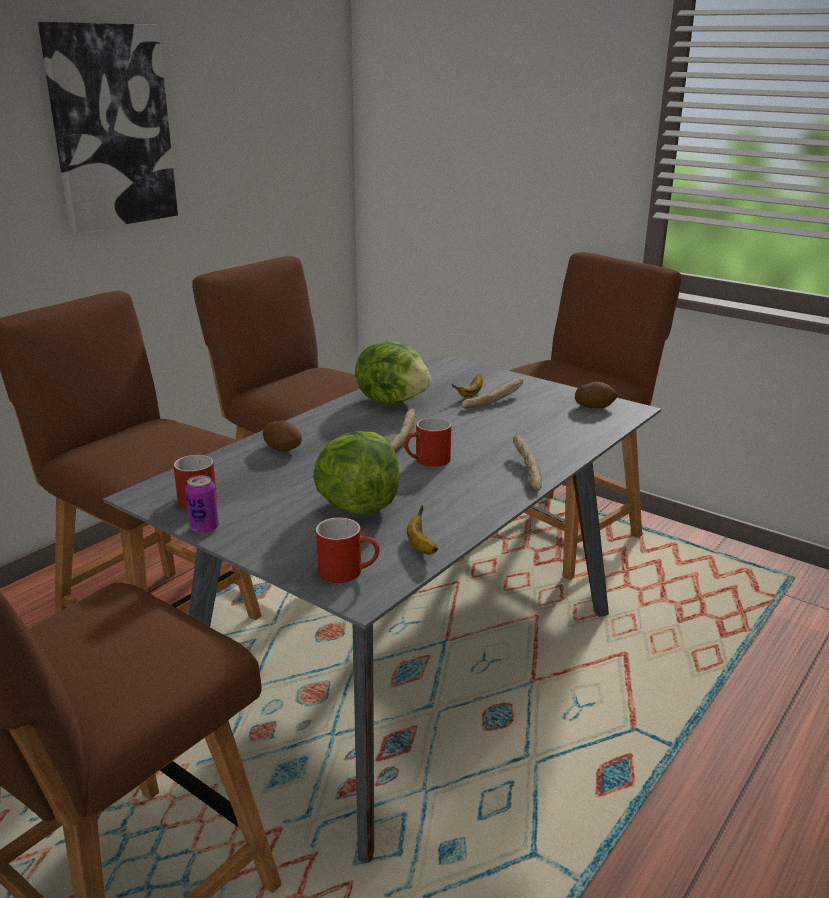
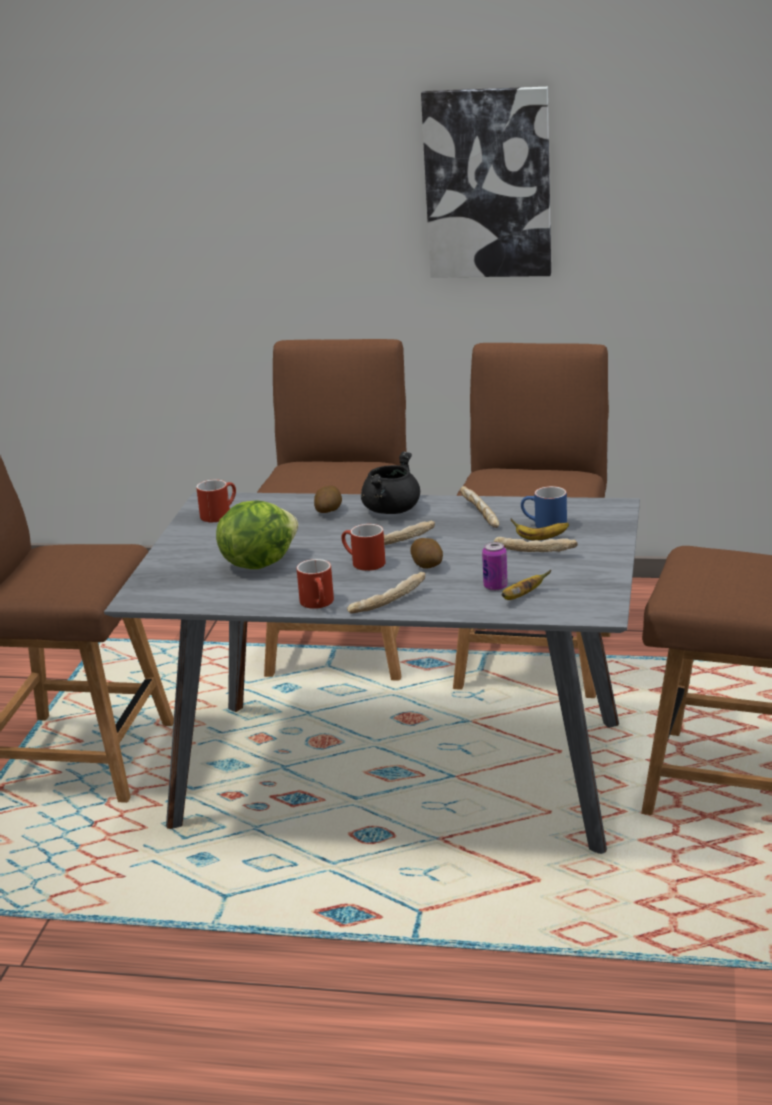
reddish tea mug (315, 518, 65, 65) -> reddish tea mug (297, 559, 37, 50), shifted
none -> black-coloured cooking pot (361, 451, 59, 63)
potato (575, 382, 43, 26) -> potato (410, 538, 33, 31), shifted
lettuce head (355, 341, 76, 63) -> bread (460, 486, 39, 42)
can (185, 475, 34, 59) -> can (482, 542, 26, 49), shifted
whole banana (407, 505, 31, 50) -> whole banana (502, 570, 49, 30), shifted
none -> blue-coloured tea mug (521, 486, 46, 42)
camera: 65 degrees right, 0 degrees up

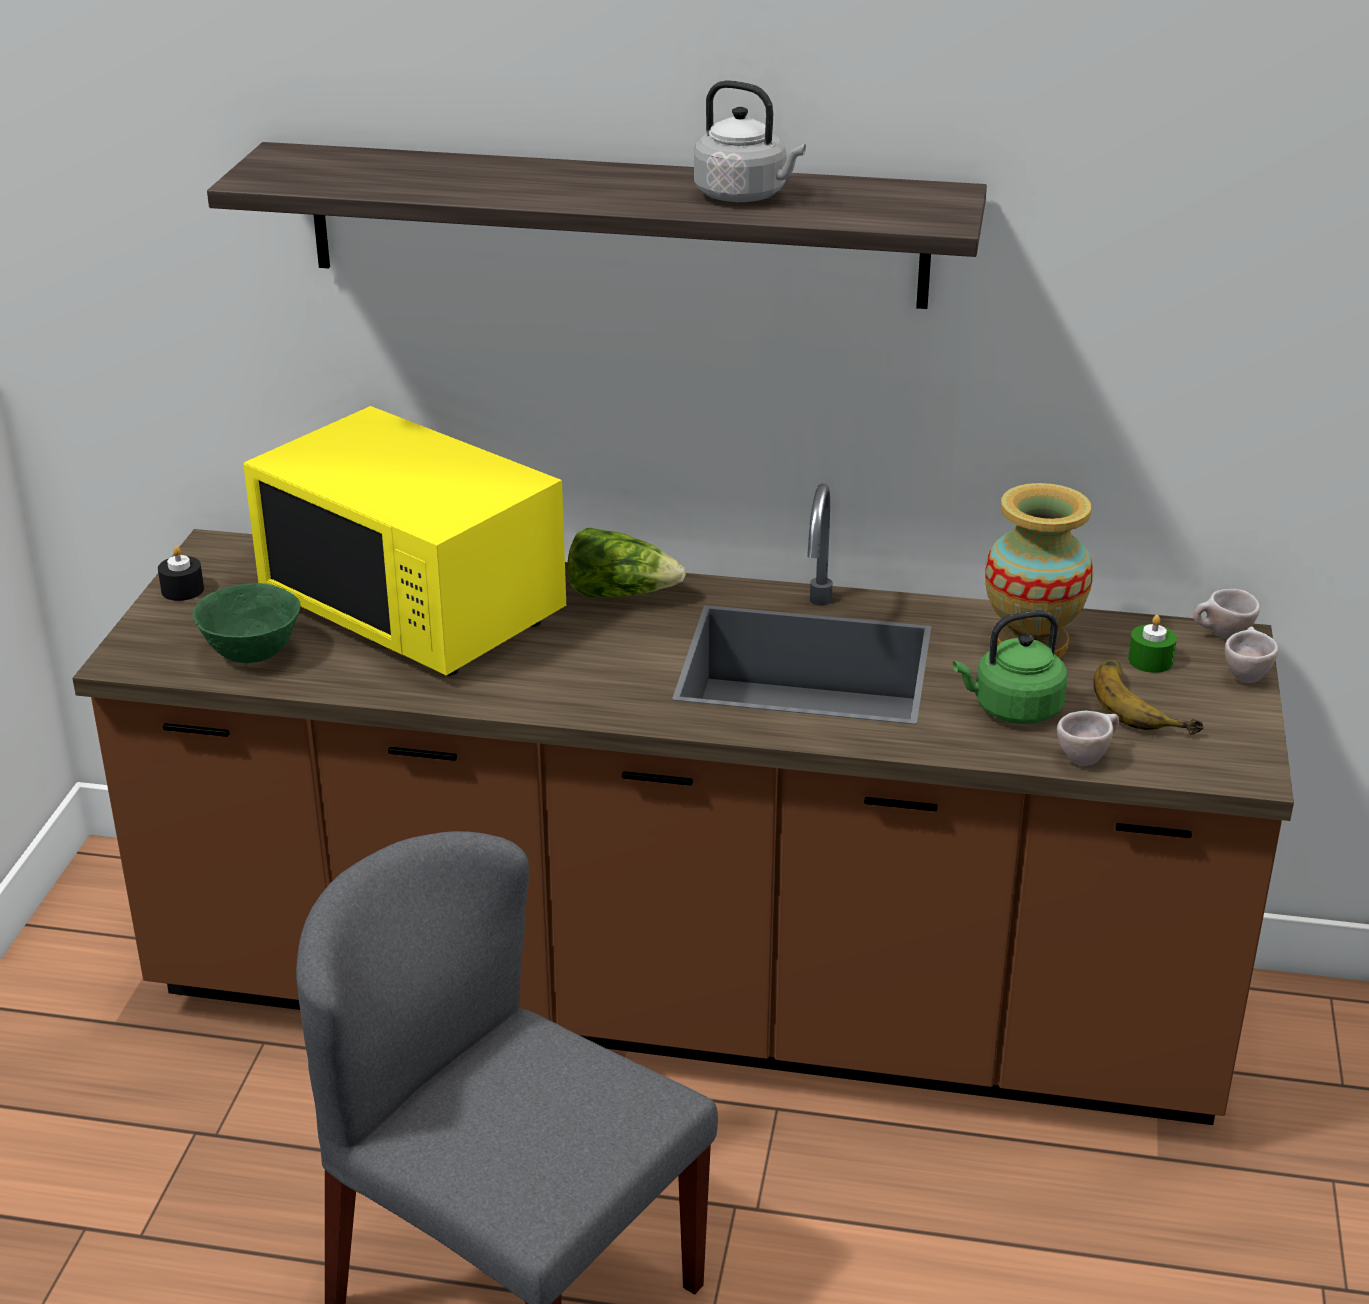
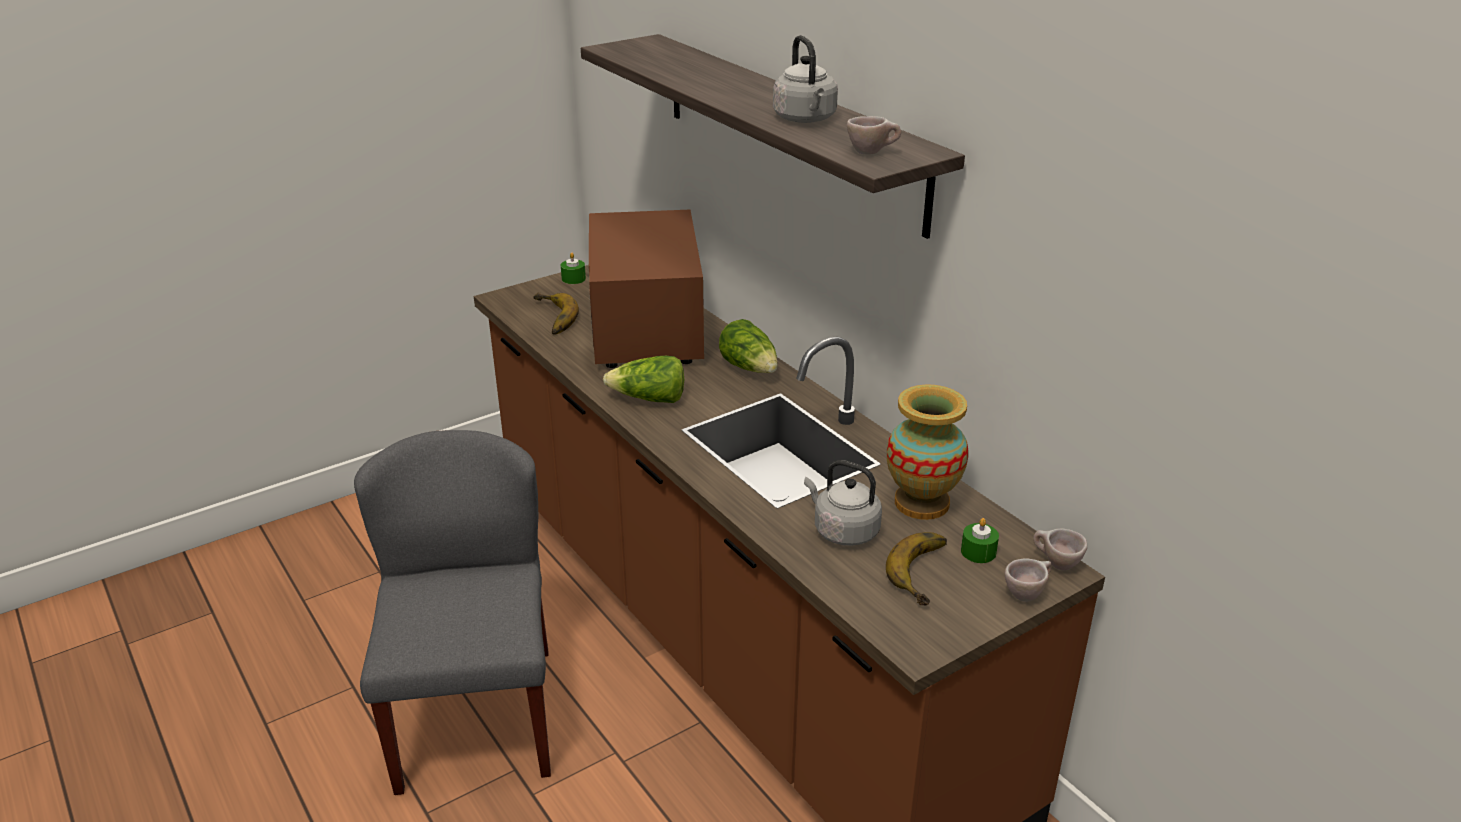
green-coloured bowl (192, 583, 109, 80) -> whole banana (533, 292, 46, 43)
black-coloured candle (158, 546, 46, 55) -> green-coloured candle (561, 252, 25, 32)
yellow-coloured microwave oven (243, 406, 323, 270) -> brown-coloured microwave oven (589, 210, 115, 158)
none -> lettuce head (603, 356, 81, 47)
green-coloured water kettle (953, 610, 115, 114) -> greyish water kettle (804, 460, 78, 86)
beige-coloured cup (1057, 711, 62, 55) -> beige-coloured cup (847, 116, 54, 39), shifted
camera: 45 degrees right, 0 degrees up

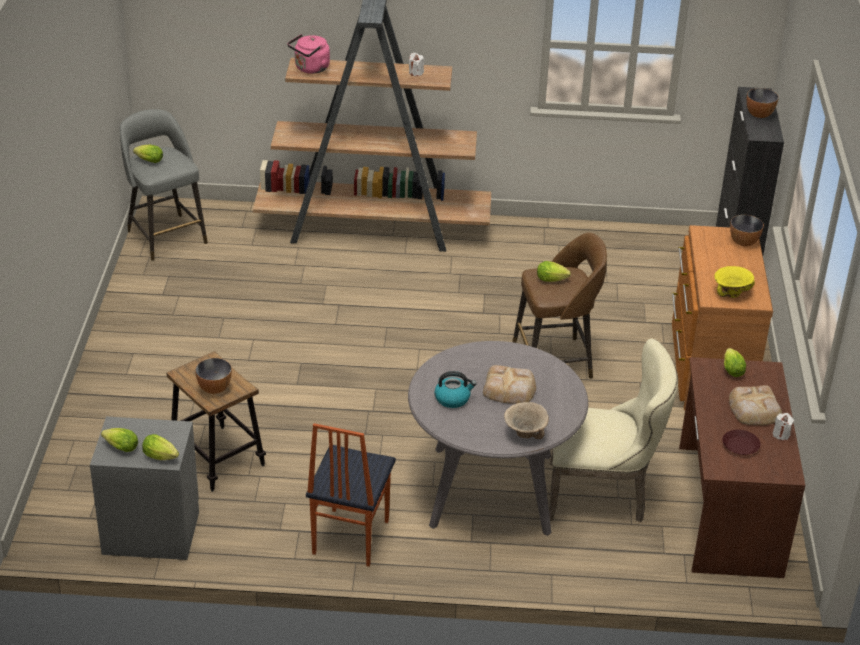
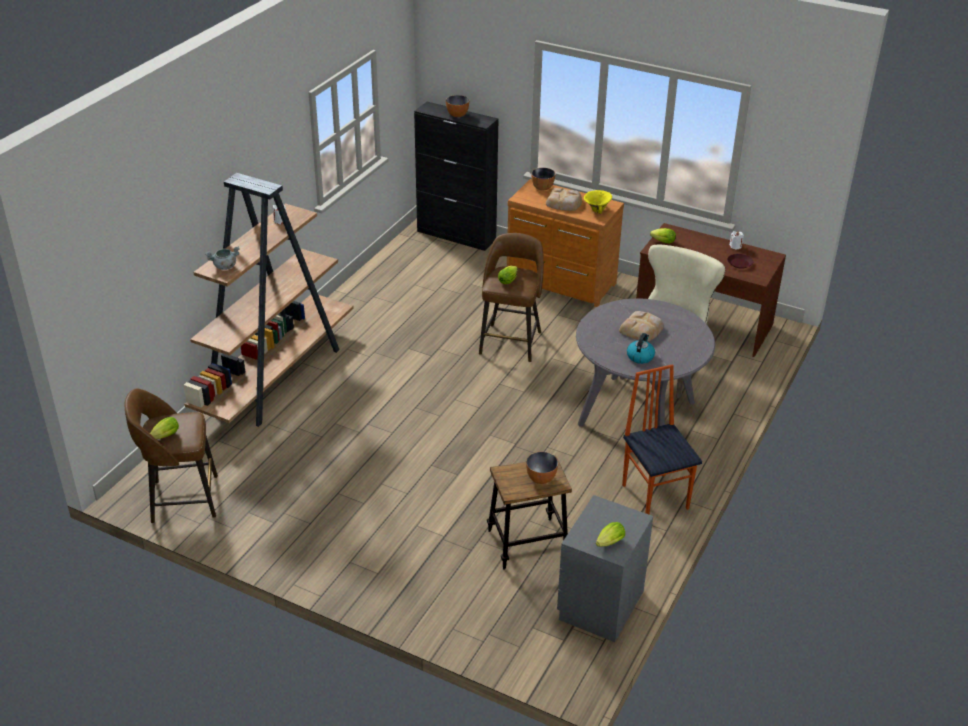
greyish stool (120, 109, 88, 152) -> brown-coloured stool (124, 389, 94, 134)
pink water kettle (288, 34, 42, 40) -> greyish cooking pot (205, 246, 35, 24)
bread (729, 385, 53, 40) -> bread (546, 188, 36, 23), shifted
chair (306, 423, 90, 144) -> chair (622, 364, 80, 150), 150 degrees counterclockwise
lettuce head (142, 434, 37, 26) -> none
beige-coloured bowl (504, 402, 45, 37) -> none
camera: 65 degrees left, 0 degrees up

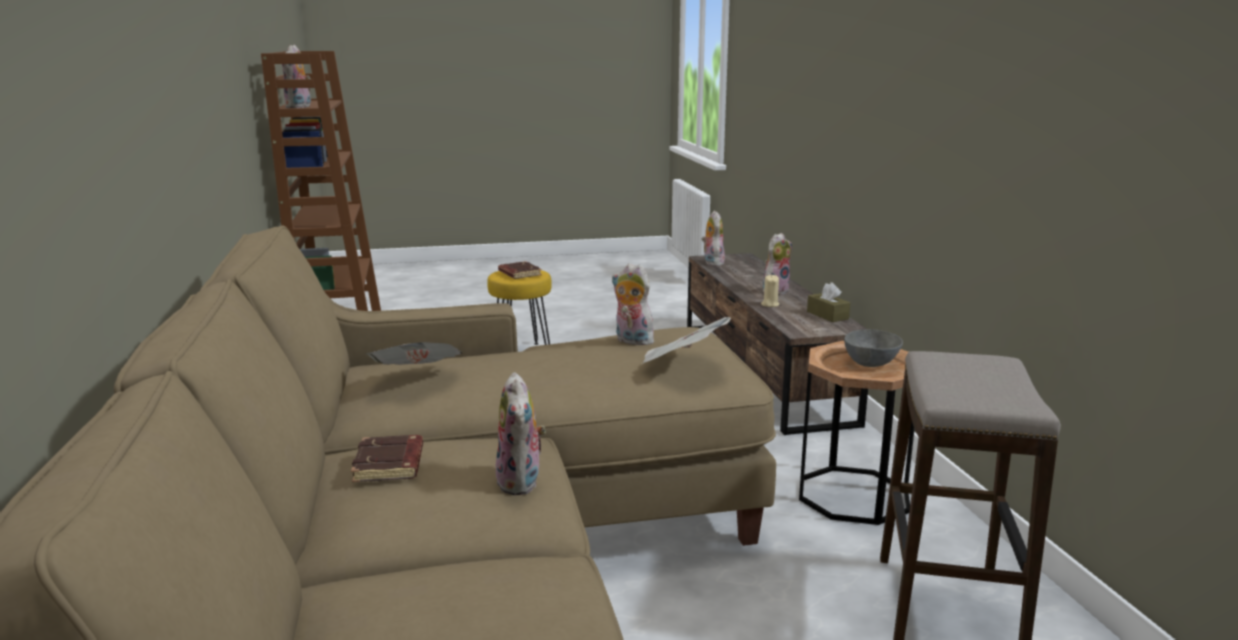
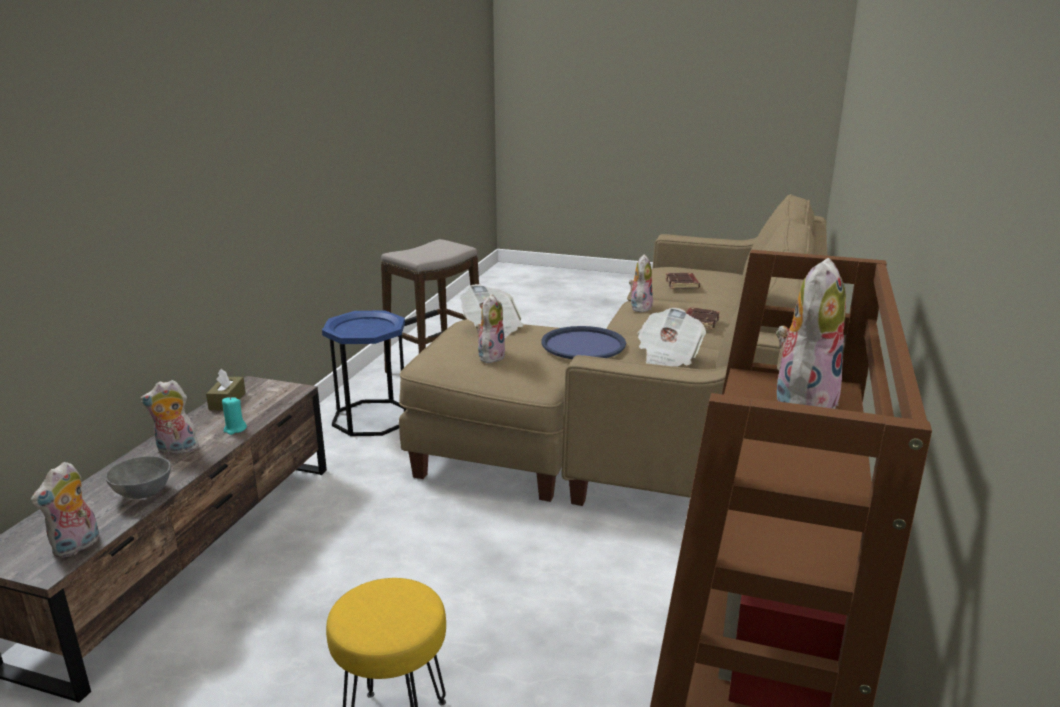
greyish bowl (844, 329, 59, 38) -> greyish bowl (105, 456, 66, 43), shifted
beige-coloured candle (761, 275, 18, 32) -> blue-green candle (222, 397, 25, 38)
brown-coloured side table (799, 341, 116, 184) -> blue-coloured side table (322, 311, 85, 125)
cuddly toy (612, 263, 42, 82) -> cuddly toy (476, 294, 30, 69), 135 degrees counterclockwise
none -> blue-coloured serving tray (541, 326, 85, 33)
brown-coloured volume (498, 261, 44, 18) -> brown-coloured volume (666, 273, 34, 16), shifted
camera: 150 degrees left, 5 degrees up

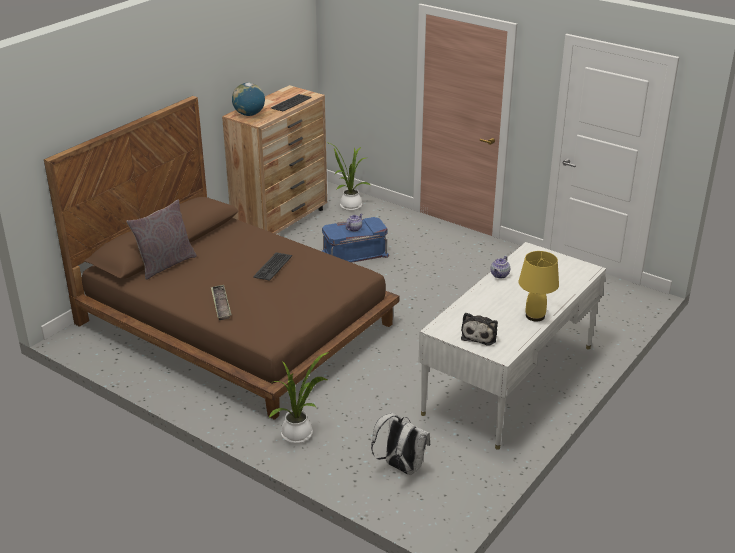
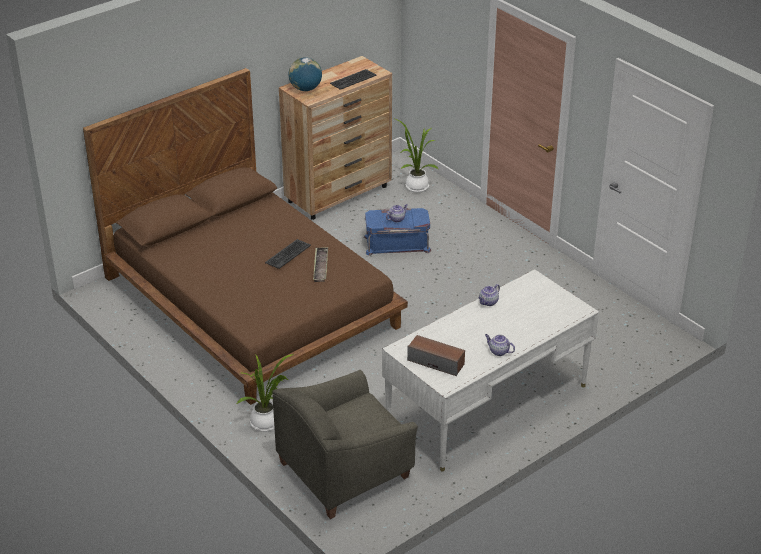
white knapsack (371, 412, 59, 63) -> greyish lounge chair (272, 370, 146, 149)
serving tray (211, 285, 21, 35) -> serving tray (313, 247, 15, 35), shifted
cuddly toy (461, 312, 37, 34) -> loudspeaker (407, 335, 58, 41)
yellow-coloured tabletop lamp (519, 251, 40, 70) -> pot for tea (485, 334, 30, 22)
greyish throw pillow (126, 199, 71, 81) -> none
camera: 15 degrees right, 5 degrees up

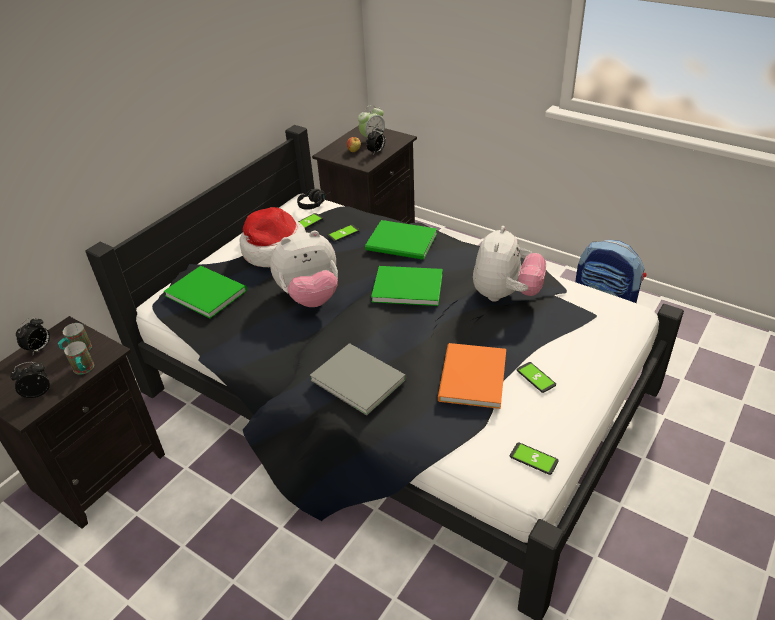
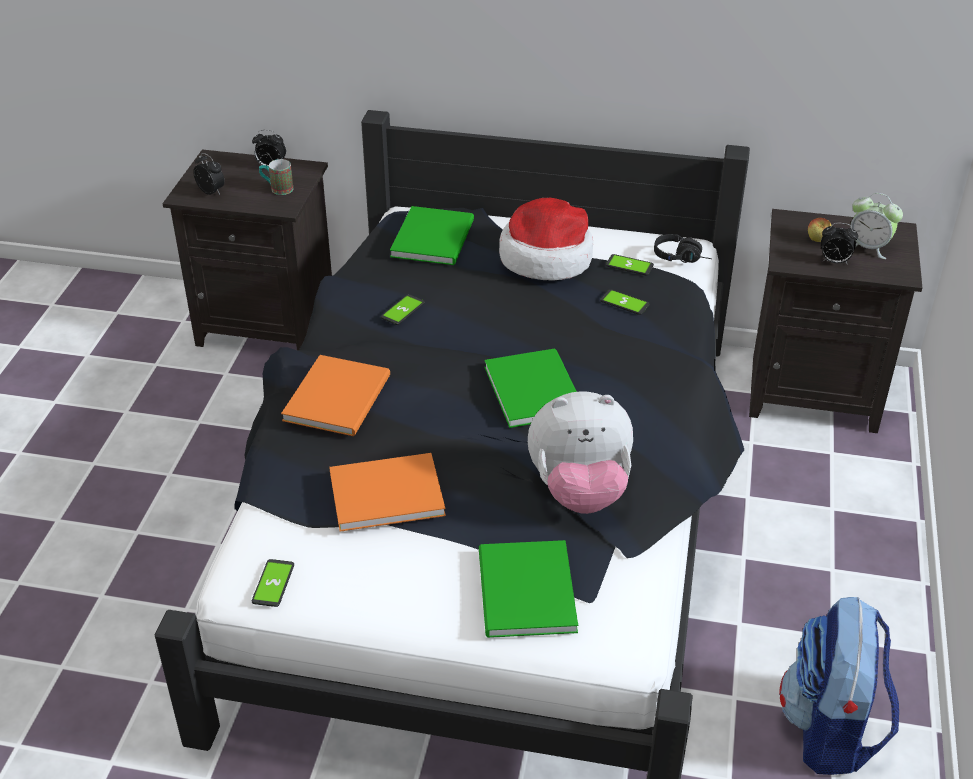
greyish volume (310, 343, 97, 73) -> orangey volume (281, 355, 109, 81)
phone (516, 362, 40, 31) -> phone (381, 294, 44, 31), shifted
green-coloured volume (365, 220, 72, 40) -> green-coloured volume (479, 540, 99, 98), shifted
tea mug (64, 341, 30, 34) -> none
cuddly toy (270, 231, 68, 76) -> none
camera: 65 degrees right, 0 degrees up

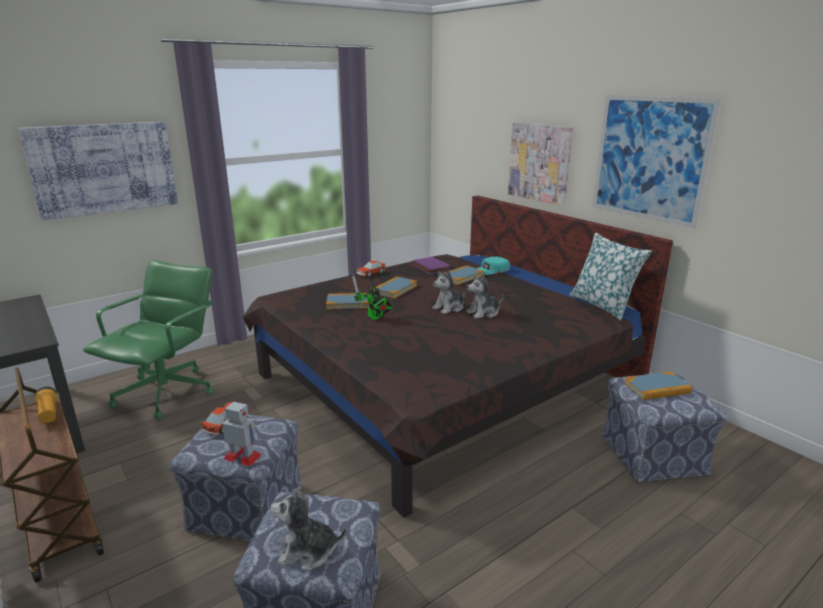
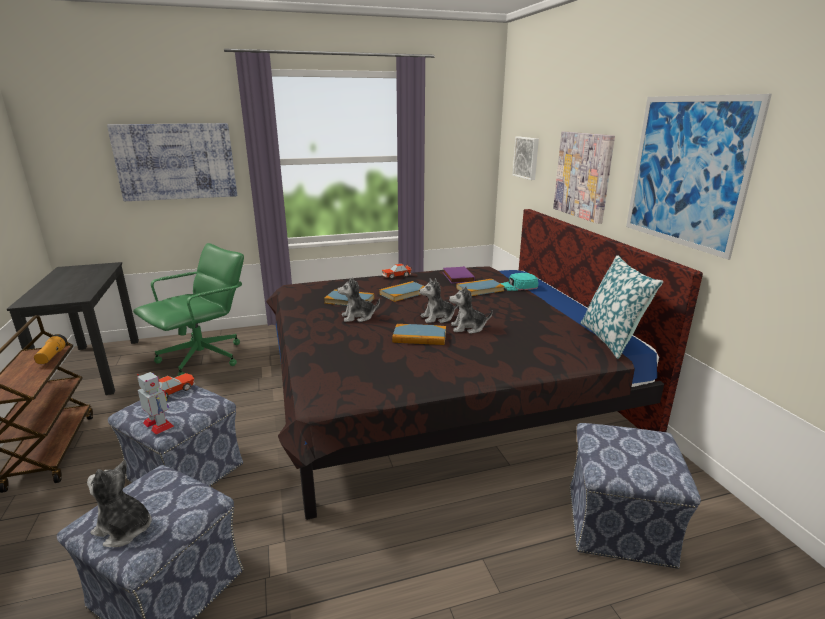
toy robot (352, 275, 41, 45) -> cuddly toy (337, 277, 43, 45)
volume (624, 371, 69, 29) -> volume (392, 324, 54, 21), shifted
none -> wall art (513, 137, 26, 43)
camera: 20 degrees right, 0 degrees up

